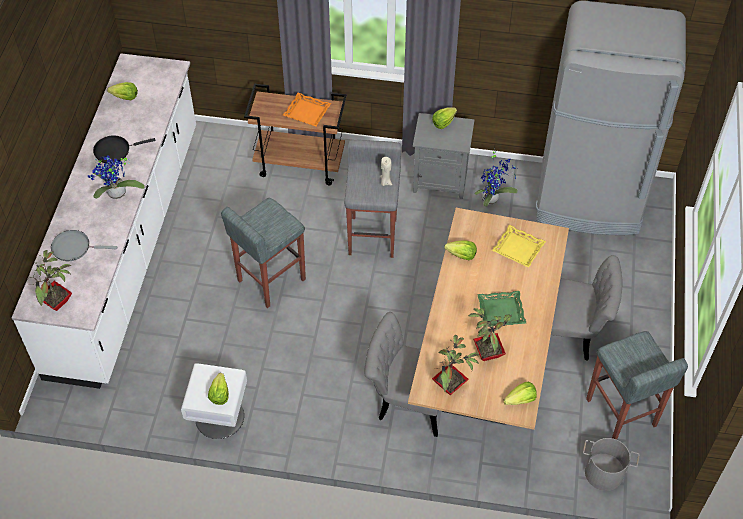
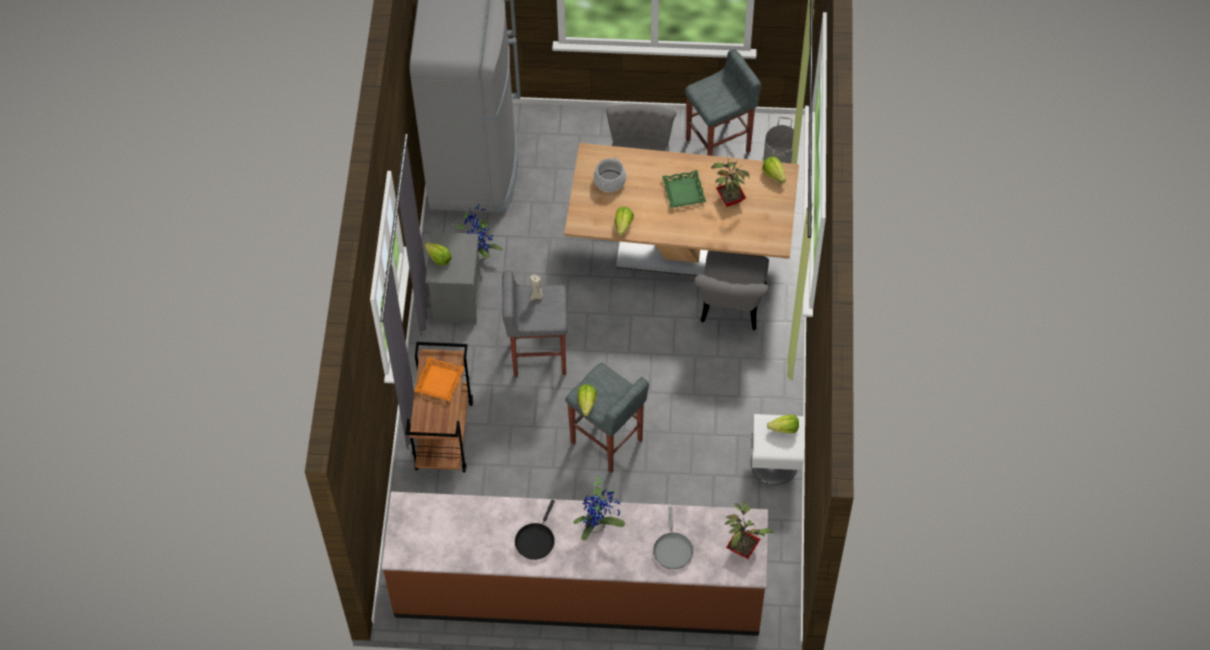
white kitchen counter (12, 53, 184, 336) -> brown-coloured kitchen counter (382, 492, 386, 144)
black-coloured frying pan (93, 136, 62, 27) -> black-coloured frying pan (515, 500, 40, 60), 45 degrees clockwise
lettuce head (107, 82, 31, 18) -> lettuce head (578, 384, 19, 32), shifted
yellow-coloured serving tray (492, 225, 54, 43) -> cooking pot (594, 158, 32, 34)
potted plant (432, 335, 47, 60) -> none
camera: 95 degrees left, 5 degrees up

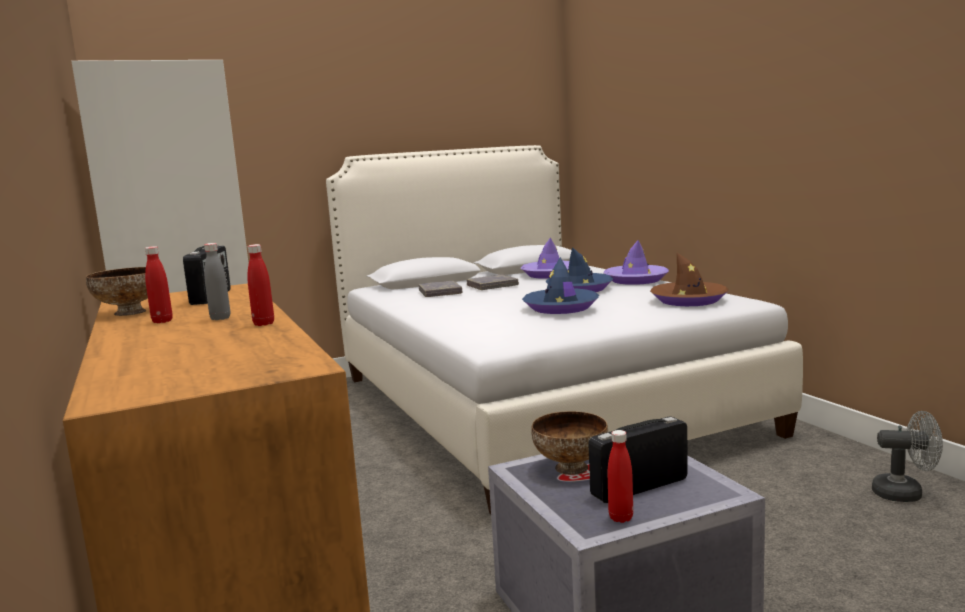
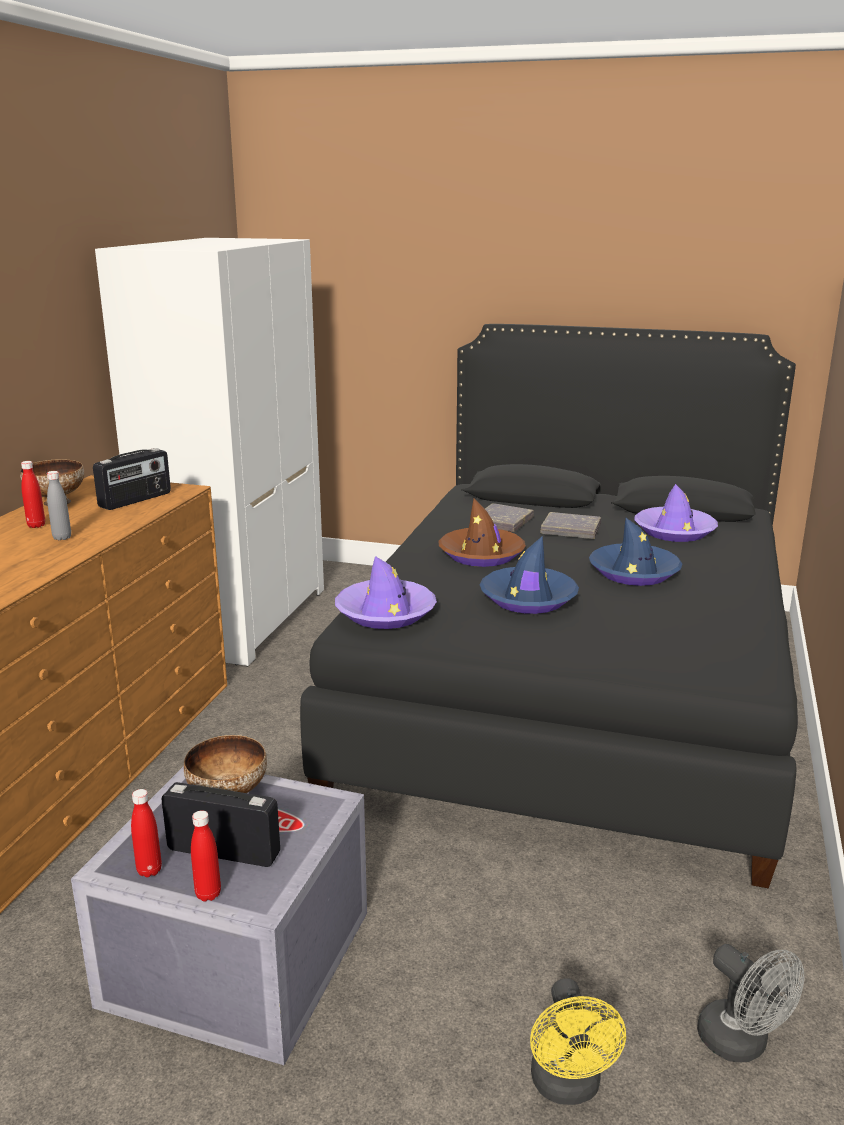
reddish beverage bottle (247, 244, 27, 82) -> reddish beverage bottle (191, 810, 30, 92), shifted
white bed (326, 145, 477, 369) -> black-coloured bed (300, 324, 498, 565)
purple-coloured clothing hat (604, 240, 65, 45) -> purple-coloured clothing hat (335, 556, 102, 73), shifted
brown-coloured clothing hat (650, 253, 78, 53) -> brown-coloured clothing hat (439, 499, 87, 68), shifted
none -> yellow-coloured fan (530, 978, 96, 127)
camera: 40 degrees right, 10 degrees up

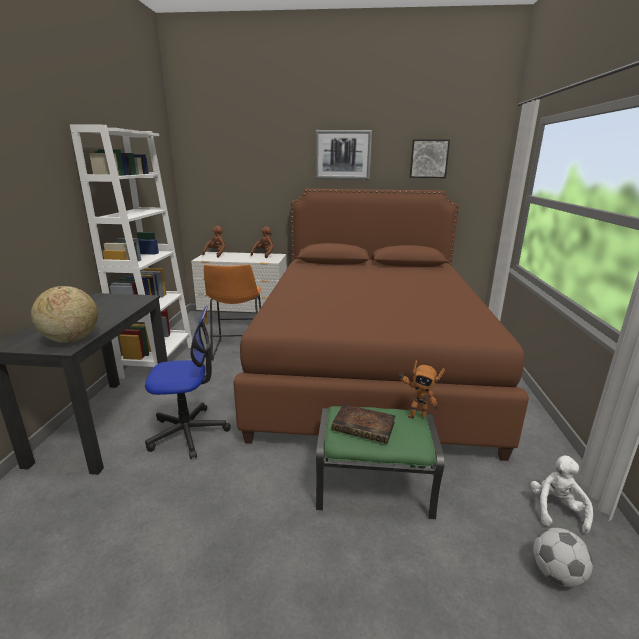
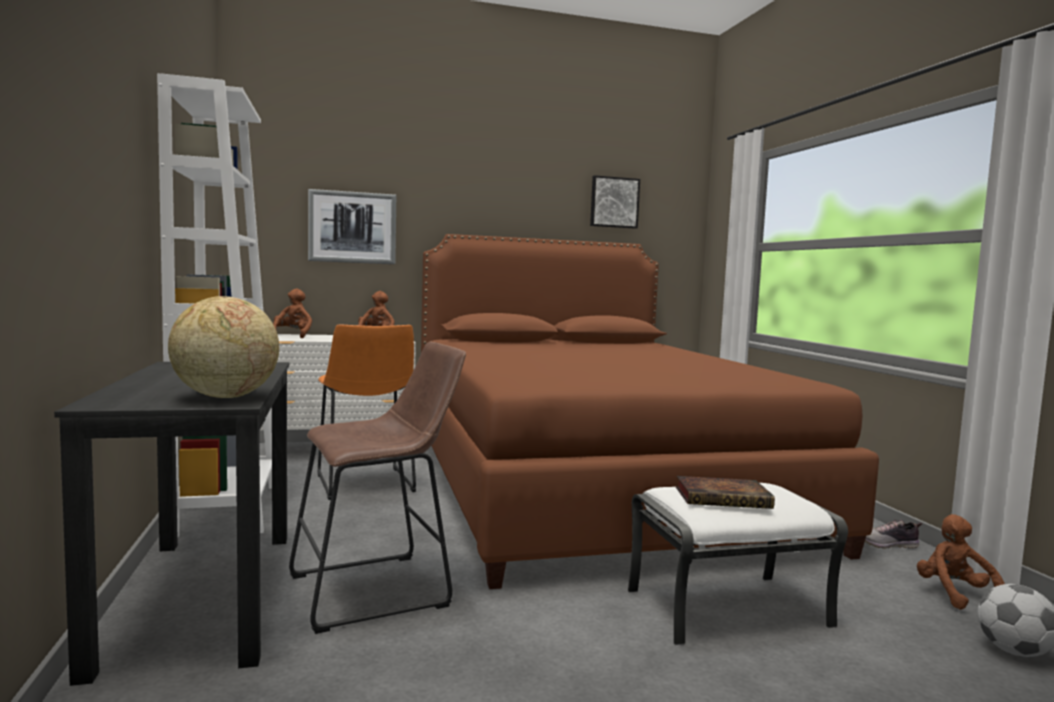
desk chair (145, 305, 86, 154) -> brown-coloured stool (289, 342, 177, 292)
wall art (315, 130, 57, 50) -> wall art (308, 189, 88, 75), shifted
green-coloured footrest (316, 406, 129, 114) -> white footrest (628, 483, 220, 163)
none -> shoe (865, 520, 57, 29)
white cuddly toy (530, 455, 63, 80) -> brown-coloured cuddly toy (917, 514, 88, 96)
toy robot (397, 360, 48, 58) -> none
camera: 20 degrees left, 15 degrees down

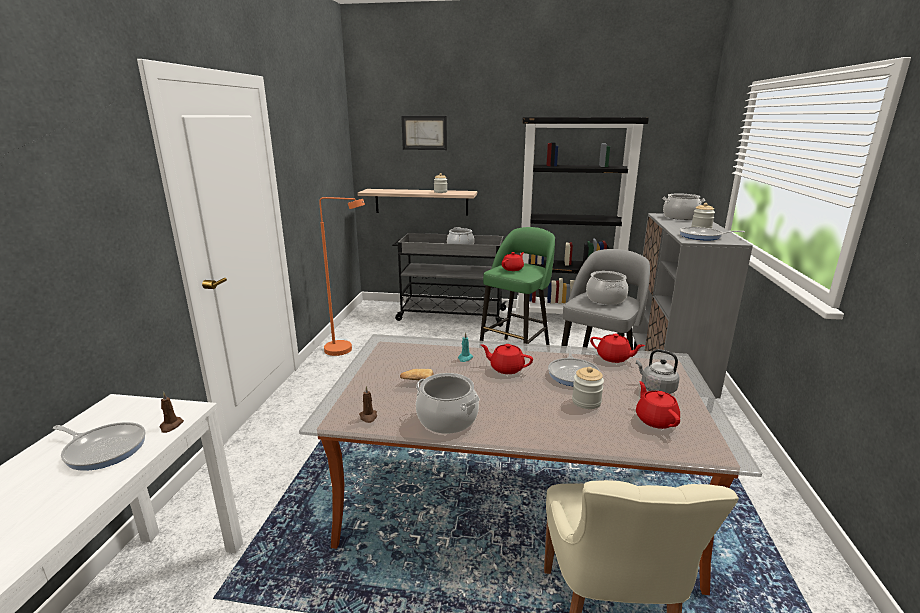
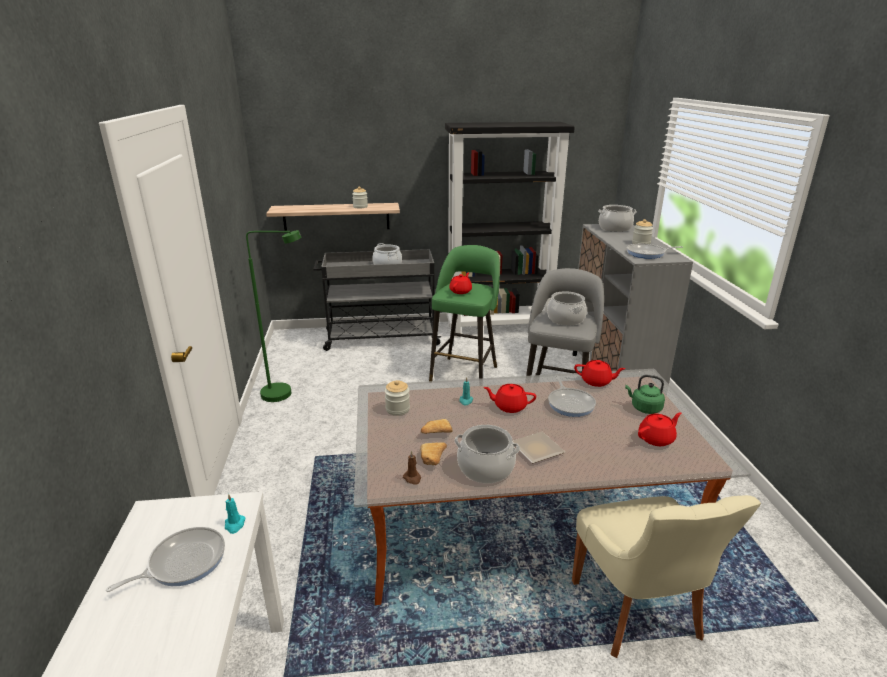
frying pan (53, 422, 92, 49) -> frying pan (106, 527, 119, 65), 45 degrees counterclockwise
brown-coloured candle (160, 392, 24, 41) -> blue-green candle (225, 494, 21, 40)
orangey floor lamp (319, 197, 46, 159) -> green-coloured floor lamp (246, 230, 55, 172)
storage jar (572, 367, 32, 42) -> storage jar (385, 380, 25, 36), shifted
none -> bread (420, 442, 27, 23)
none -> dinner plate (512, 432, 53, 31)
greyish water kettle (636, 349, 44, 45) -> green-coloured water kettle (625, 375, 40, 39)
reddish pot for tea (636, 381, 44, 48) -> reddish pot for tea (638, 412, 44, 34), 90 degrees clockwise
wall art (401, 116, 46, 34) -> none
camera: 15 degrees left, 5 degrees up

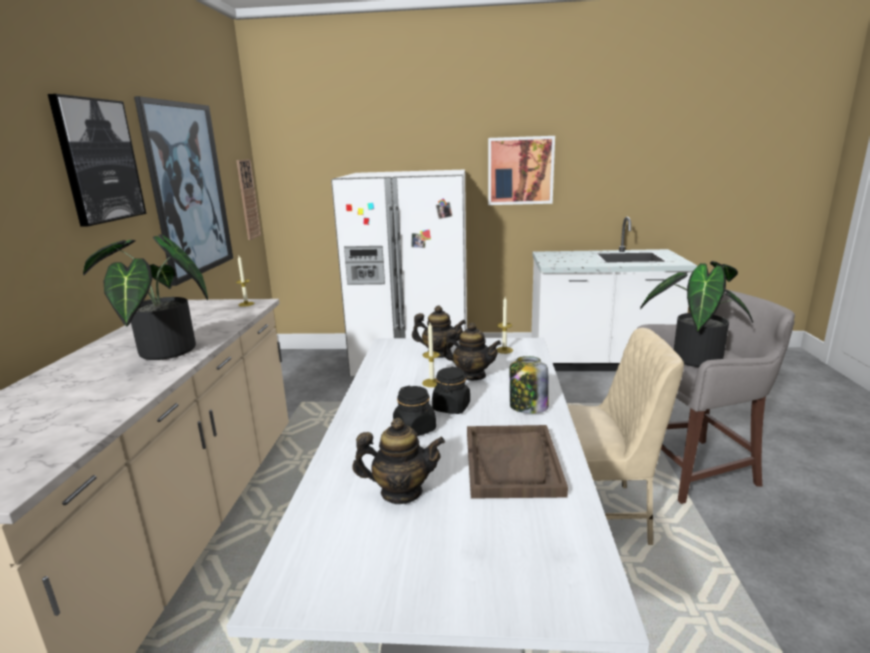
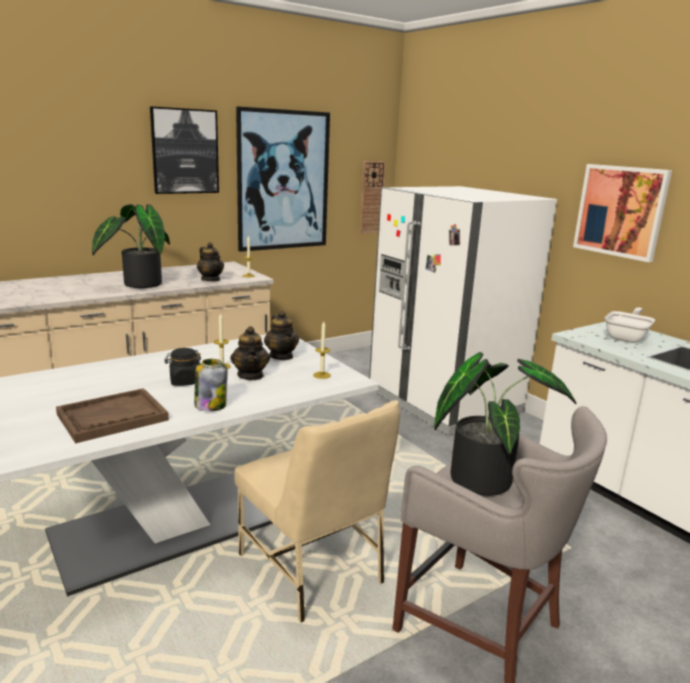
pot for tea (352, 418, 93, 86) -> pot for tea (197, 242, 27, 39), shifted
none -> frying pan (605, 308, 50, 35)
black-coloured storage jar (393, 386, 43, 50) -> none
camera: 50 degrees right, 0 degrees up

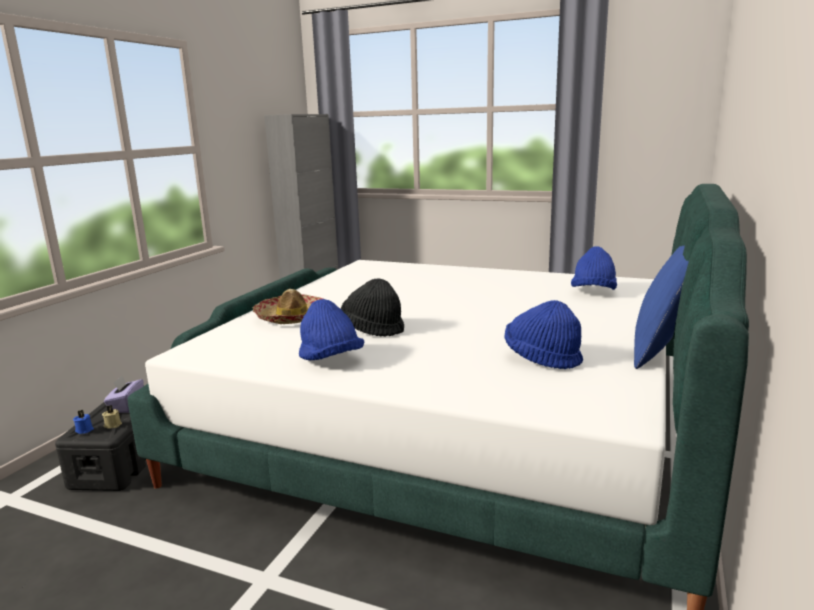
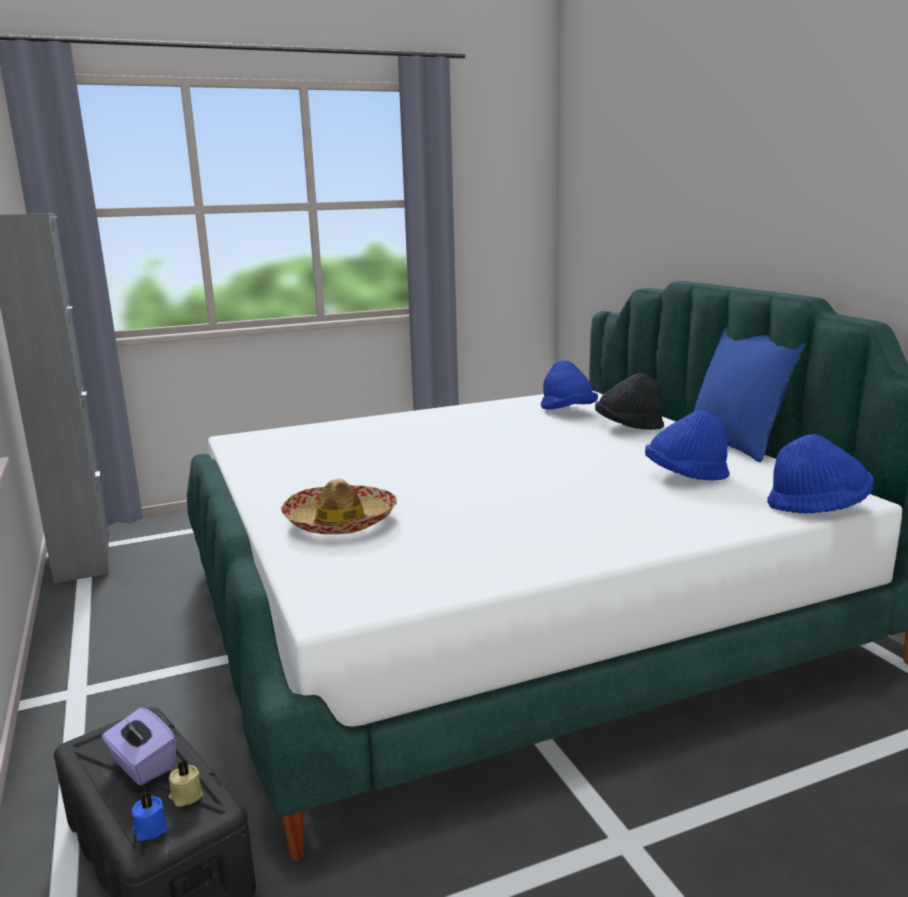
black-coloured clothing hat (341, 278, 63, 59) -> black-coloured clothing hat (595, 373, 69, 57), shifted
blue-coloured clothing hat (299, 299, 65, 62) -> blue-coloured clothing hat (767, 434, 107, 80), shifted
camera: 45 degrees left, 0 degrees up

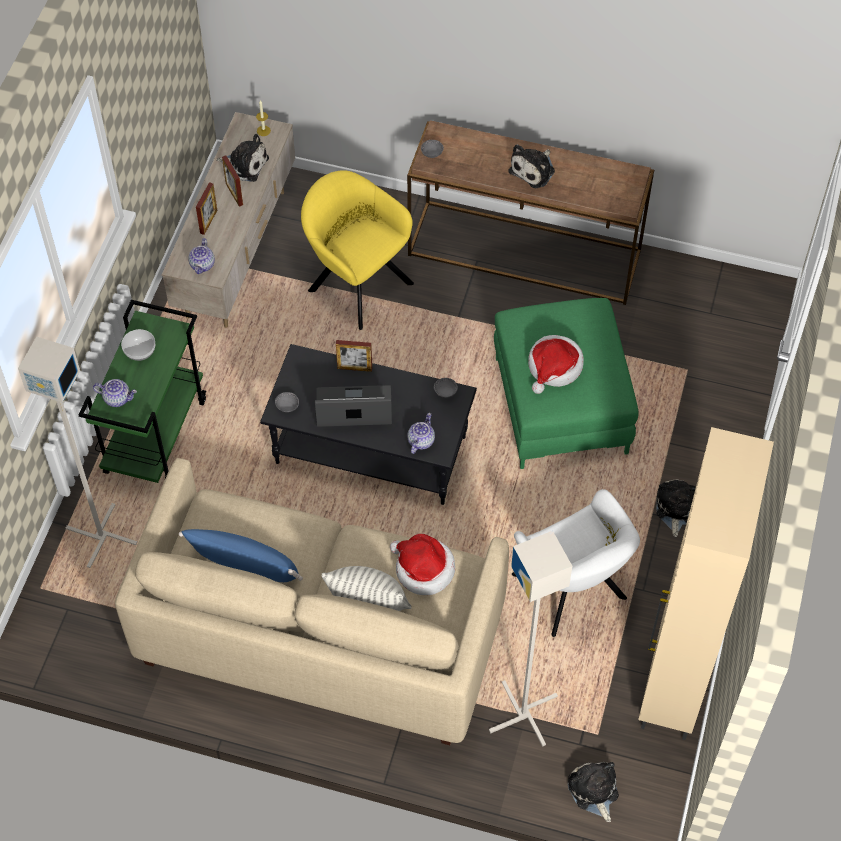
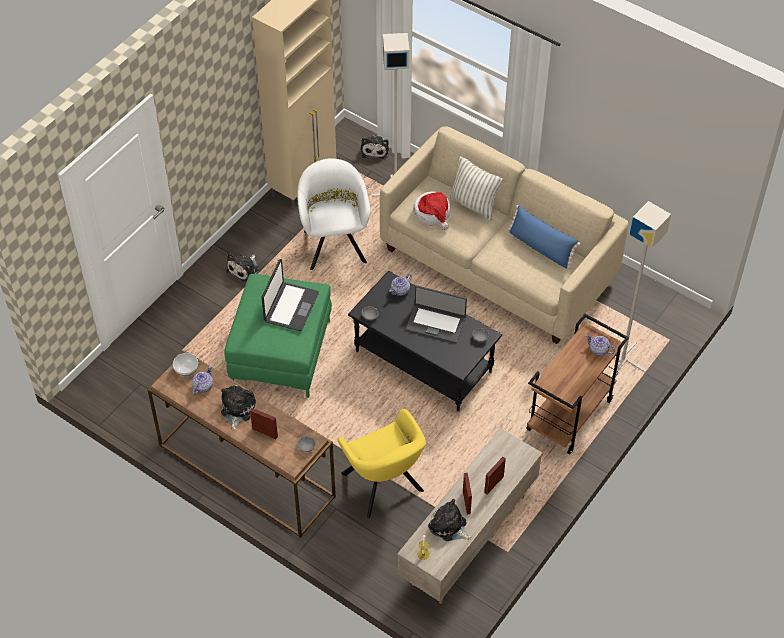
bowl (121, 329, 34, 32) -> bowl (173, 353, 25, 23), shifted
pot for tea (188, 238, 27, 36) -> pot for tea (192, 366, 21, 29), shifted
cuddly toy (508, 144, 47, 44) -> cuddly toy (221, 385, 35, 45), 45 degrees counterclockwise
photo frame (336, 340, 36, 32) -> photo frame (250, 408, 28, 31), shifted
clothing hat (528, 335, 56, 59) -> laptop (261, 259, 58, 72)
green-coloured trolley (79, 300, 127, 183) -> brown-coloured trolley (526, 314, 103, 141)
camera: 160 degrees left, 5 degrees down

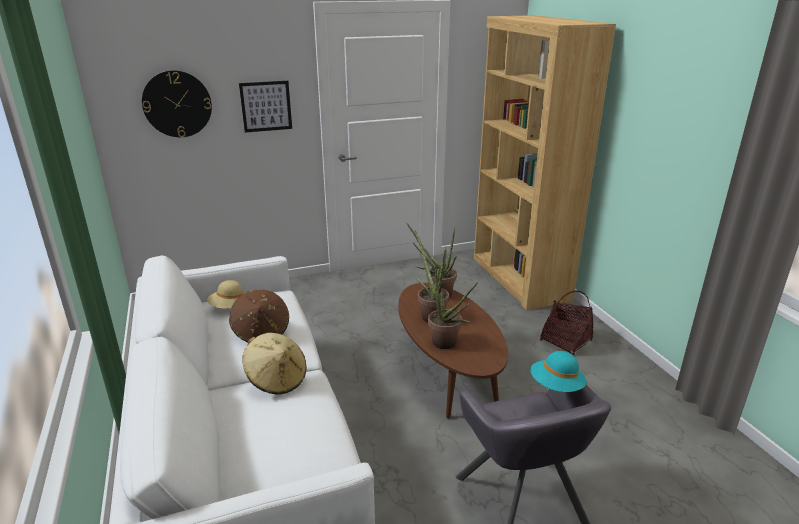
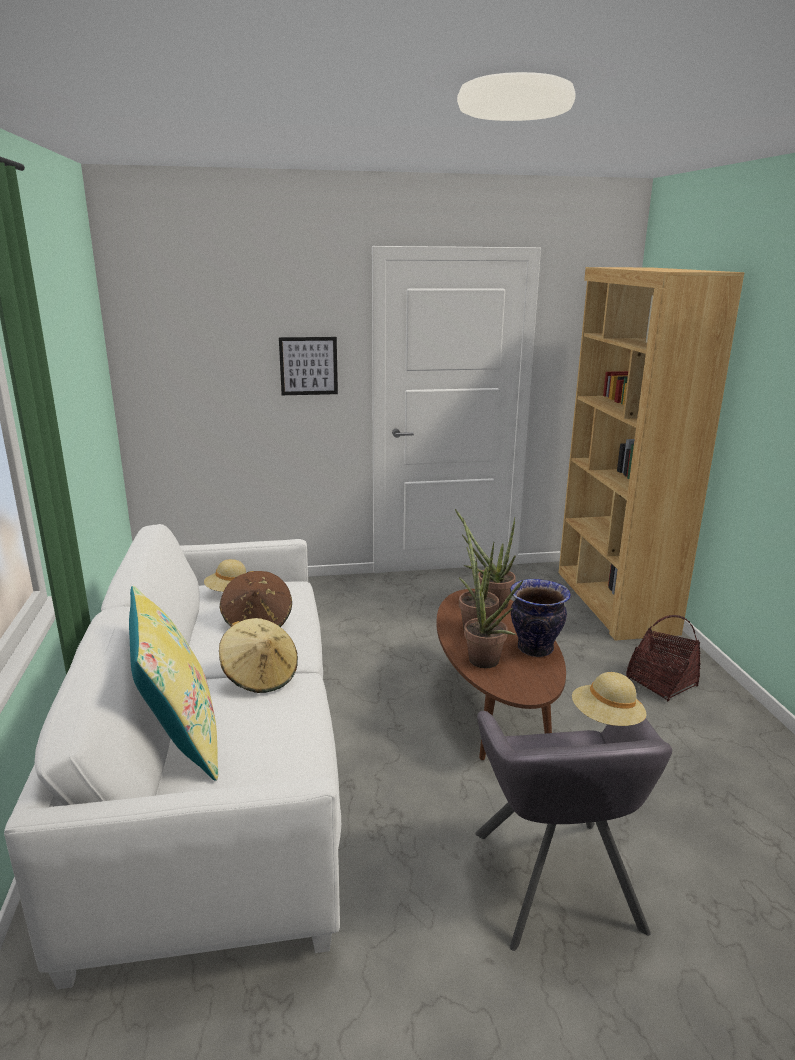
none -> yellow-coloured throw pillow (129, 586, 89, 195)
none -> flower vase (510, 579, 61, 78)
blue-green clothing hat (530, 351, 57, 41) -> beige-coloured clothing hat (572, 672, 75, 54)
wall clock (142, 70, 70, 67) -> none
camera: 10 degrees right, 5 degrees down

